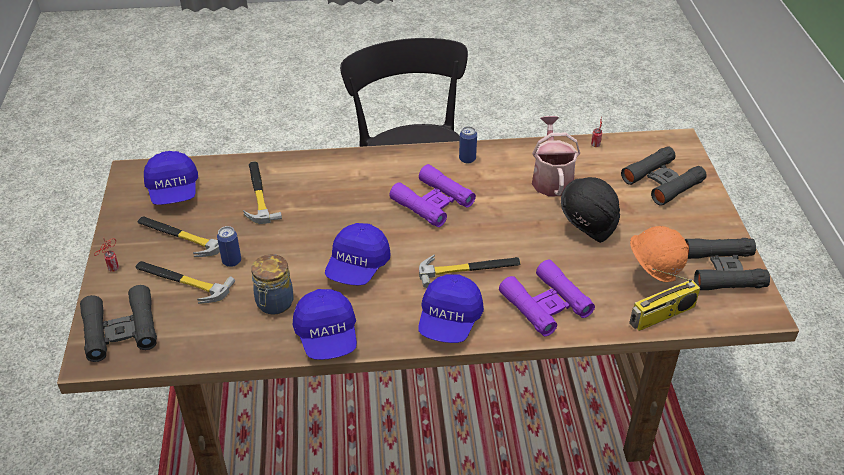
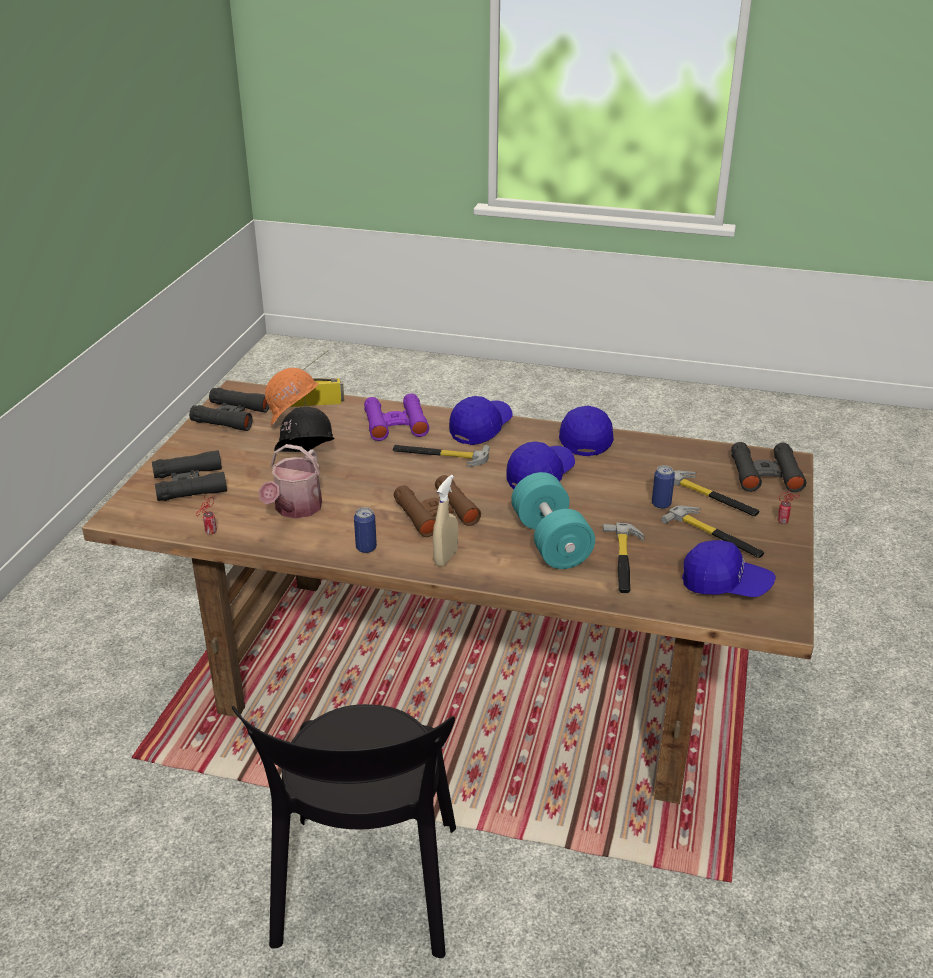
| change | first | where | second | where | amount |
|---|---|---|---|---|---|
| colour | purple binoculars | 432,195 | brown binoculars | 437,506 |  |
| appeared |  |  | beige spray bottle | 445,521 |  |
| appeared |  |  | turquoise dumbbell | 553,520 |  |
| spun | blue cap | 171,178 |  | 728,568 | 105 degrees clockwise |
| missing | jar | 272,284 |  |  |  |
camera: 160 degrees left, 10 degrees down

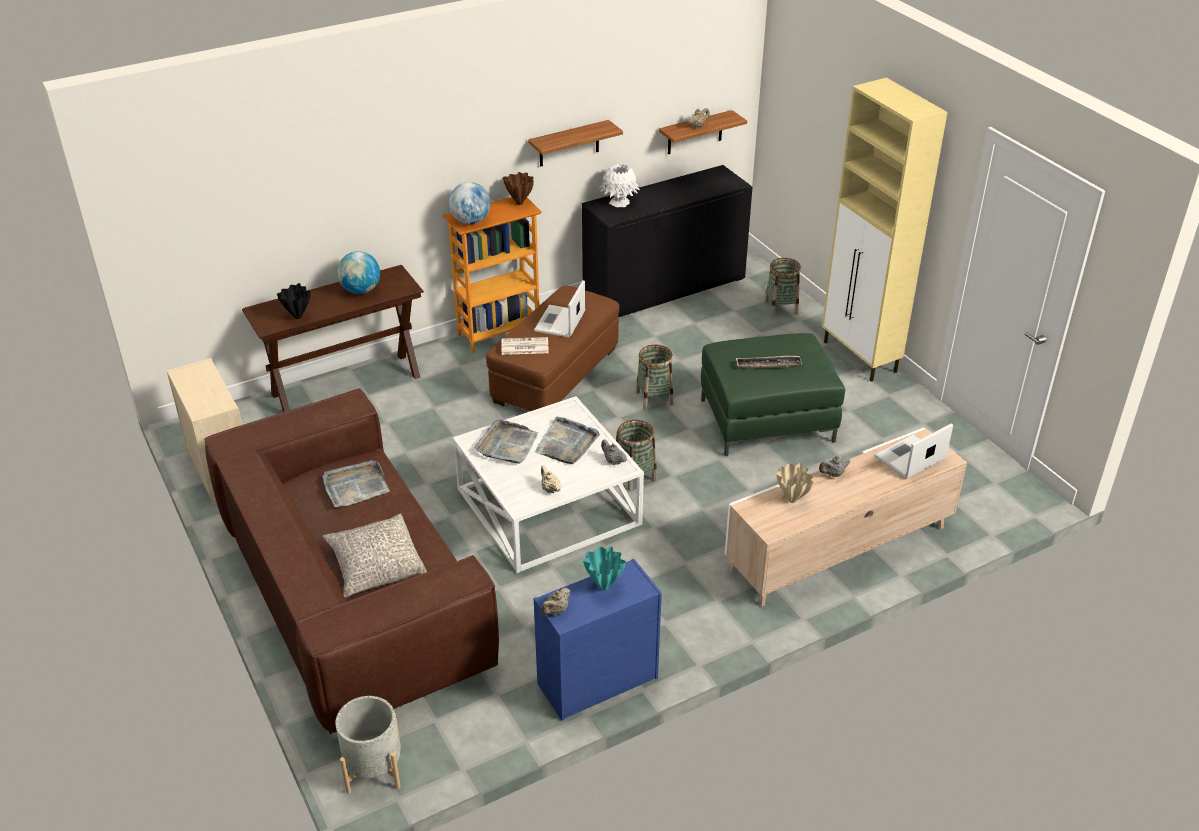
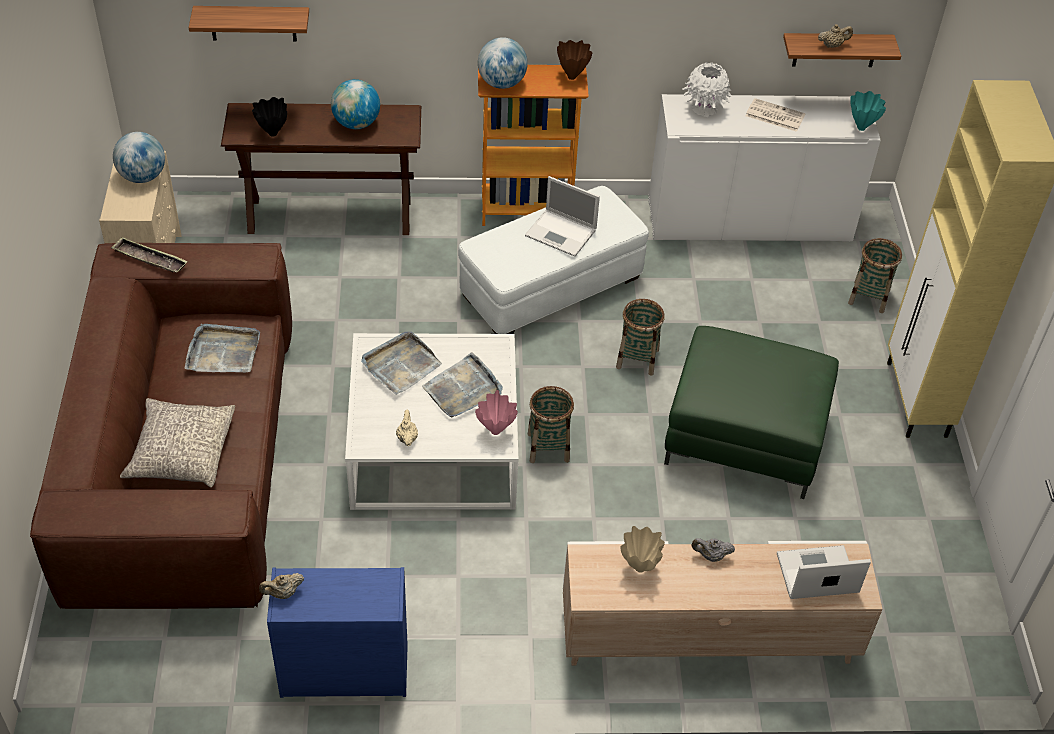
| change | first | where | second | where | amount |
|---|---|---|---|---|---|
| relocated | tray | 769,362 |  | 149,255 |  |
| appeared |  |  | globe | 139,157 |  |
| relocated | shelf | 575,143 |  | 249,24 |  |
| colour | brown ottoman | 552,348 | white ottoman | 553,260 |  |
| exchanged | grey teapot | 614,452 | pink vase | 496,412 |  |
| spun | laptop | 559,309 |  | 562,216 | 105 degrees counterclockwise |
| colour | black cabinet | 667,241 | white cabinet | 764,167 |  |
| relocated | newspaper | 525,346 |  | 776,115 |  |
| relocated | turquoise vase | 604,568 |  | 868,111 |  |
| missing | grey planter | 368,745 |  |  |  |
camera: 25 degrees right, 10 degrees up

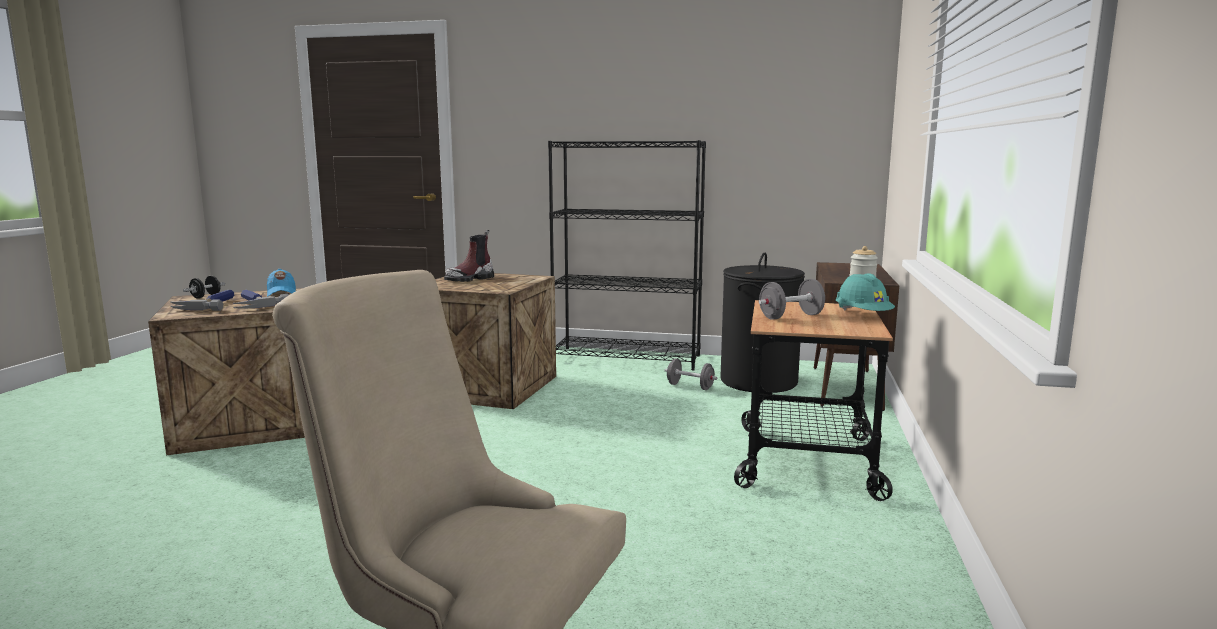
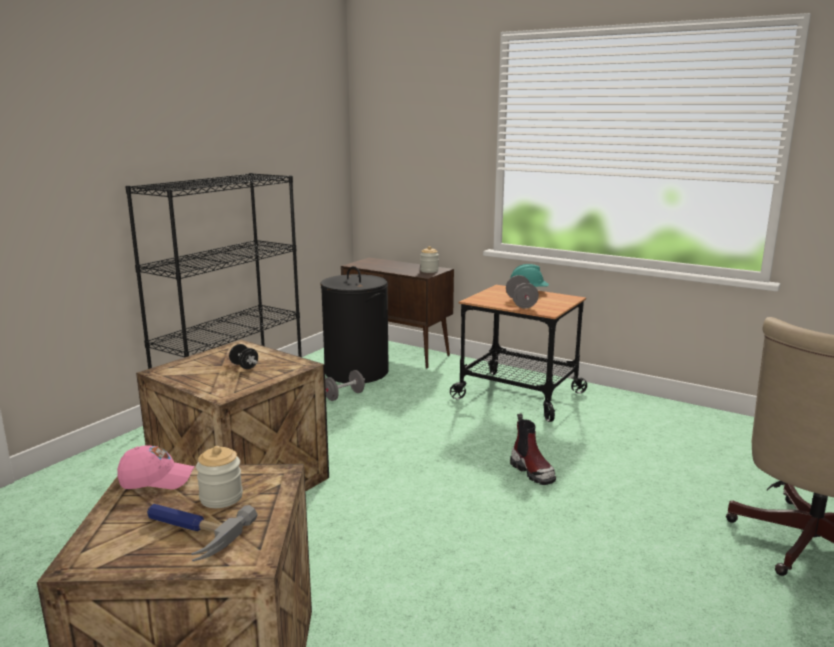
| change | first | where | second | where | amount |
|---|---|---|---|---|---|
| colour | blue cap | 281,283 | pink cap | 156,467 |  |
| exchanged | hammer | 261,298 | jar | 219,477 |  |
| relocated | black dumbbell | 204,287 |  | 243,356 |  |
| relocated | boot | 469,256 |  | 533,449 |  |
camera: 70 degrees left, 5 degrees up

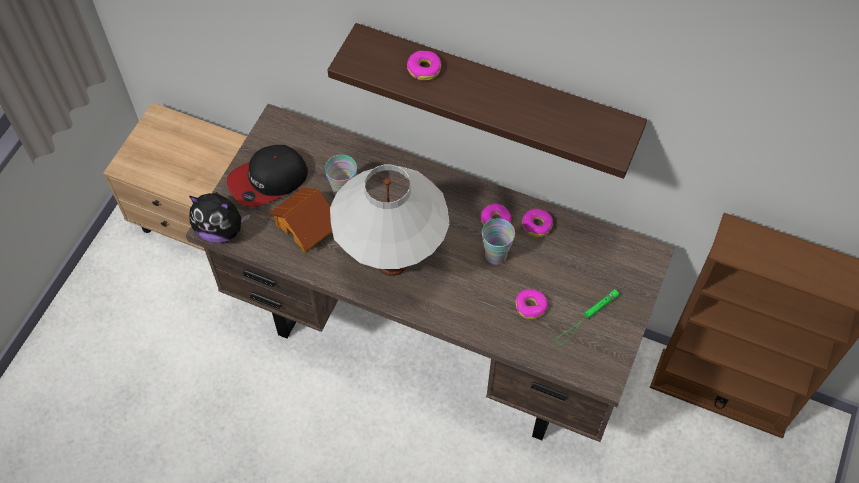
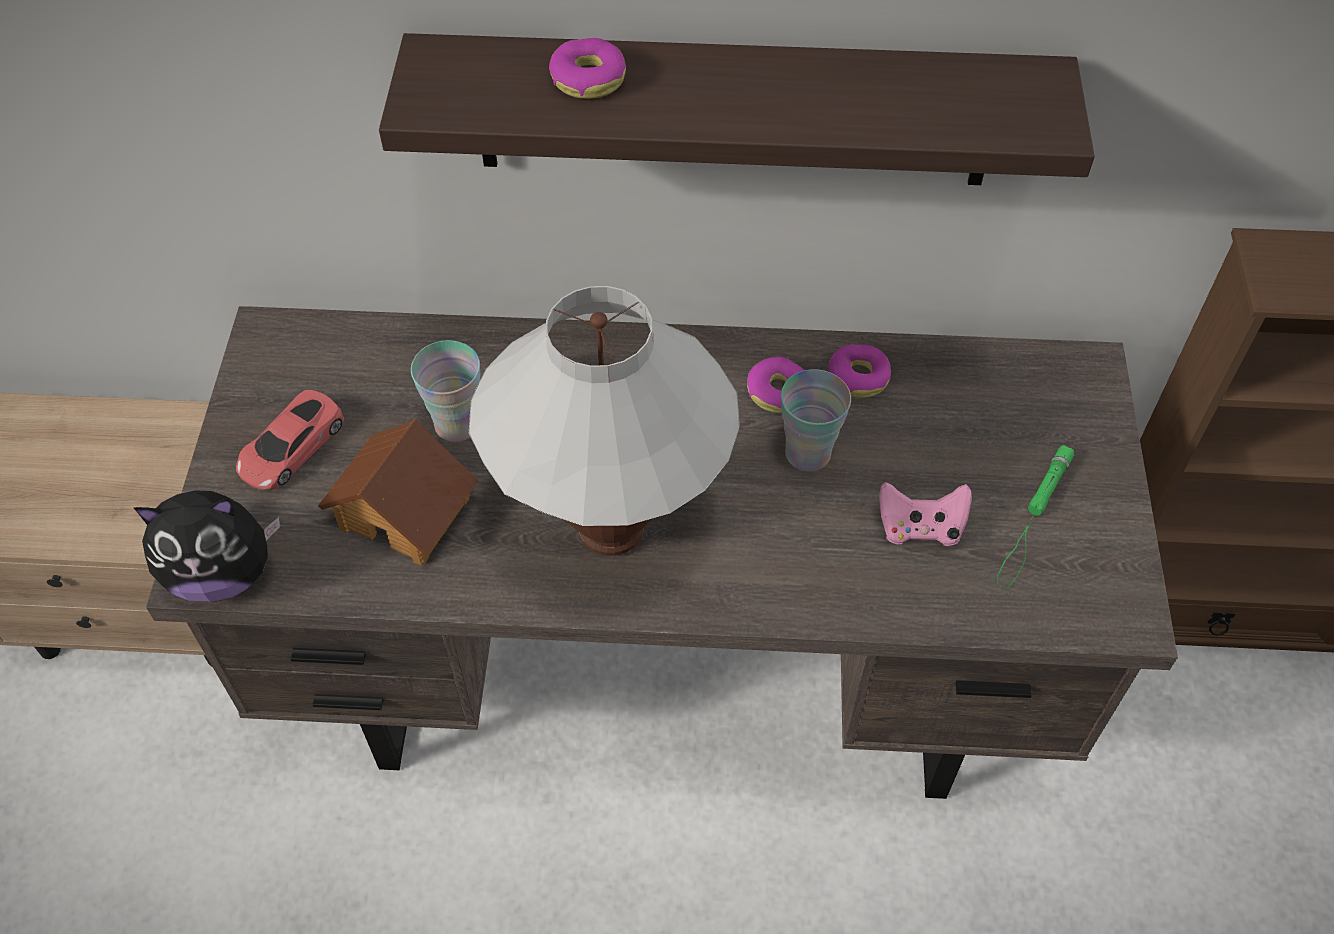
| change | first | where | second | where | amount |
|---|---|---|---|---|---|
| exchanged | cap | 267,176 | red toy car | 290,440 |  |
| exchanged | donut | 531,304 | pink game controller | 925,514 |  |
camera: 20 degrees left, 5 degrees down

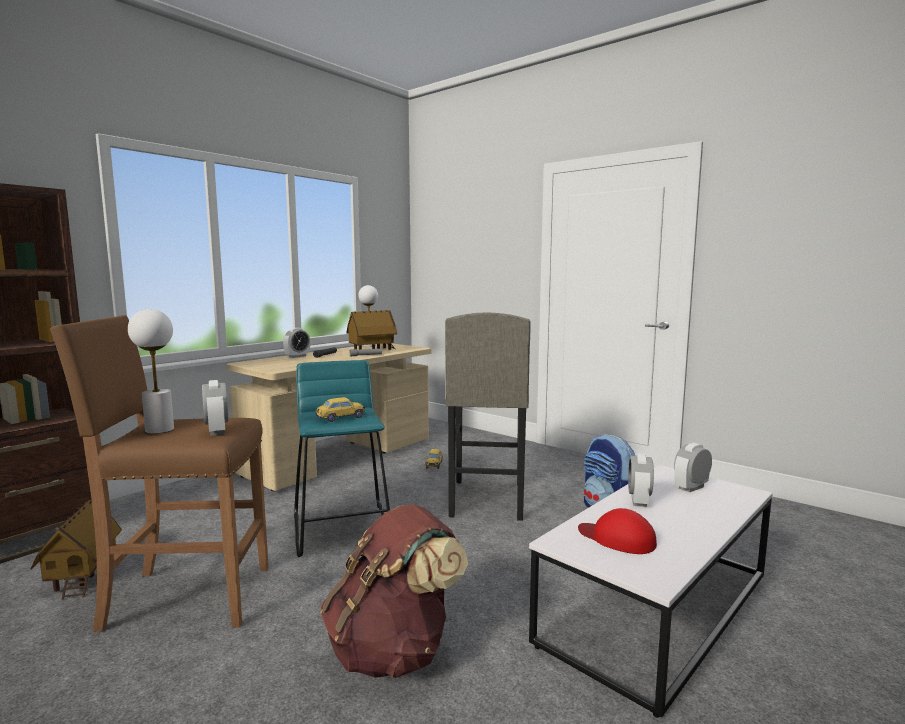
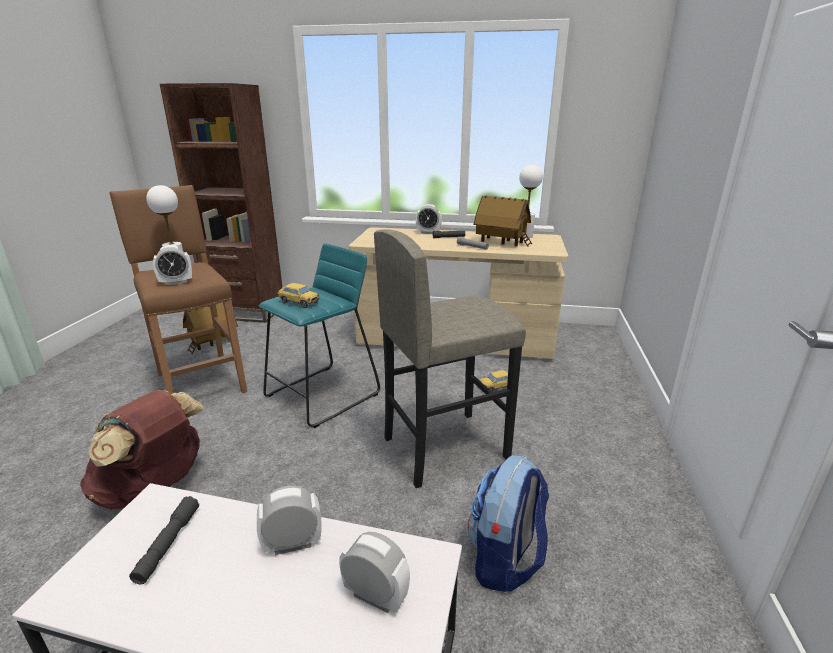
| change | first | where | second | where | amount |
|---|---|---|---|---|---|
| exchanged | red cap | 617,531 | grey flashlight | 164,540 |  |
| spun | alarm clock | 215,408 |  | 172,265 | 150 degrees counterclockwise |
camera: 60 degrees right, 15 degrees up

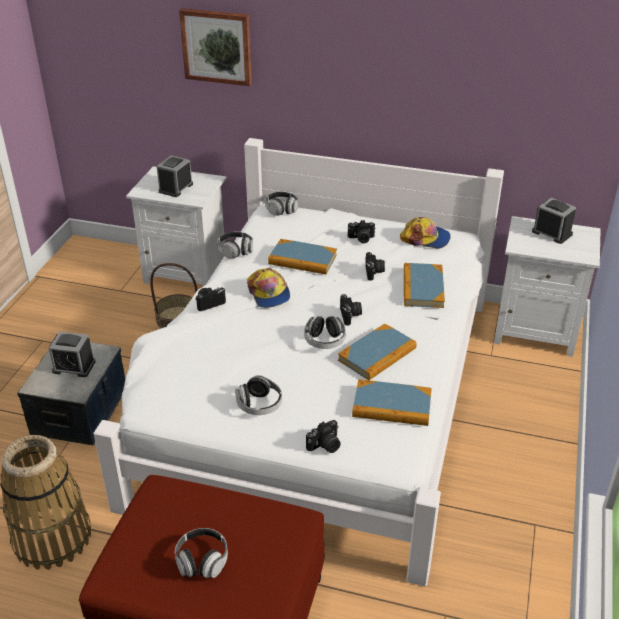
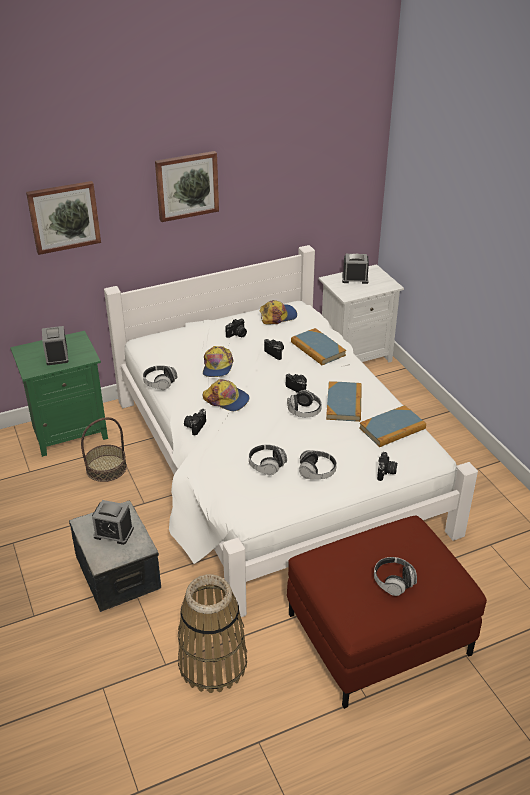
| change | first | where | second | where | amount |
|---|---|---|---|---|---|
| colour | white nightstand | 176,226 | green nightstand | 59,394 |  |
| spun | alarm clock | 72,354 |  | 113,522 | 45 degrees clockwise |
| appeared |  |  | picture | 187,186 |  |
| exchanged | book | 302,256 | cap | 218,361 |  |
| relocated | headphones | 281,204 |  | 268,459 |  |
camera: 40 degrees left, 0 degrees up

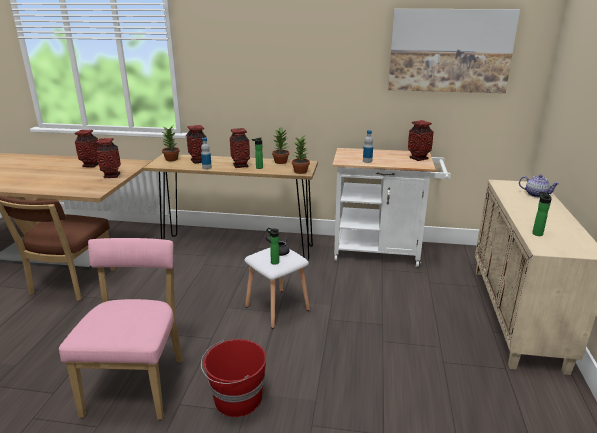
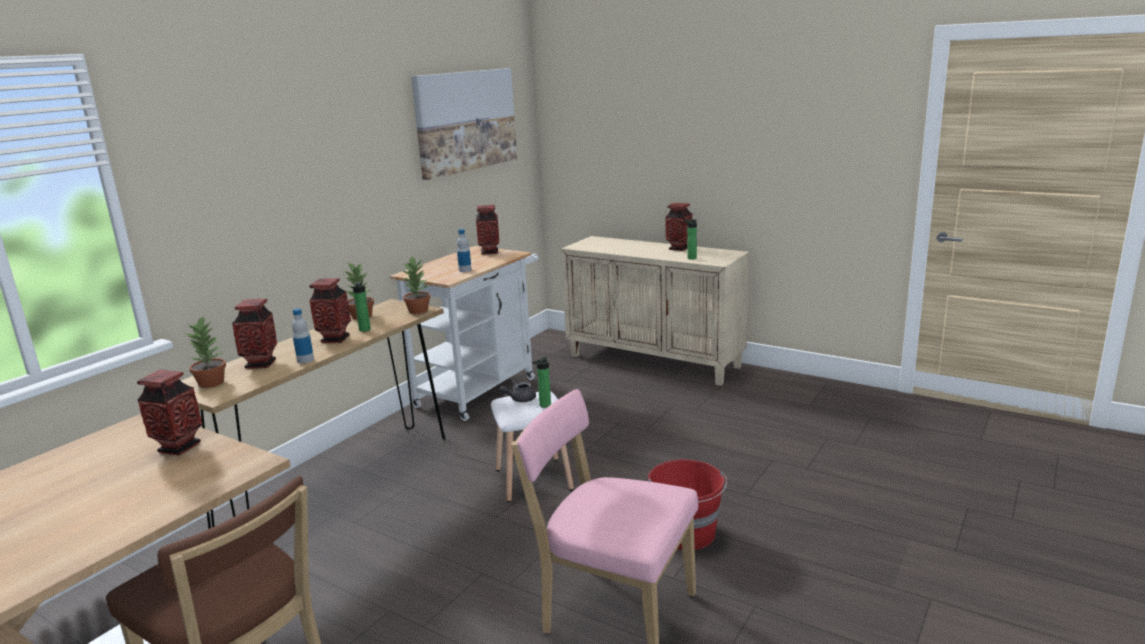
| change | first | where | second | where | amount |
|---|---|---|---|---|---|
| relocated | vase | 87,148 |  | 678,227 |  |
| missing | teapot | 539,186 |  |  |  |
camera: 65 degrees left, 5 degrees down

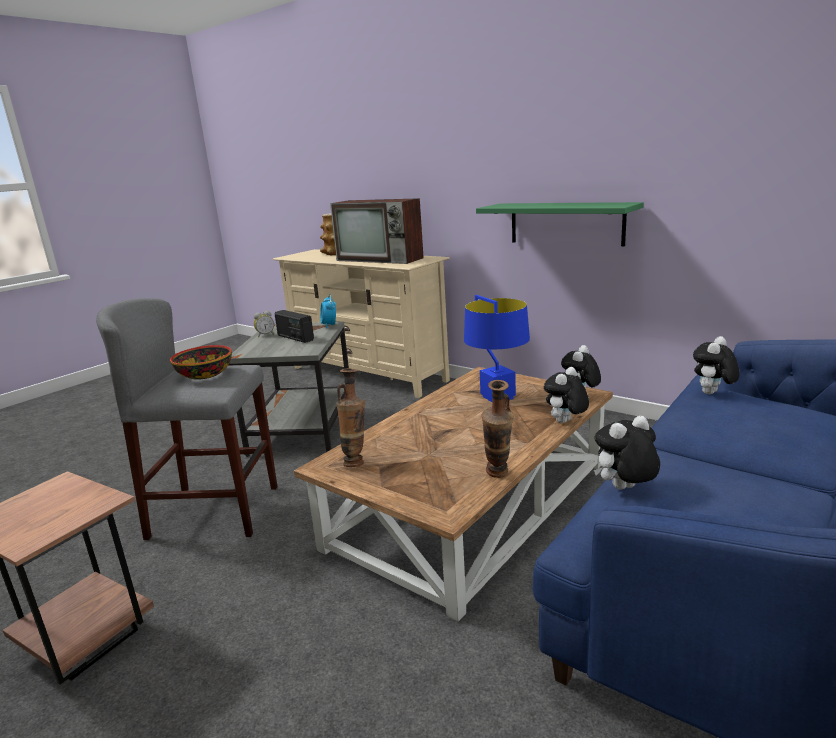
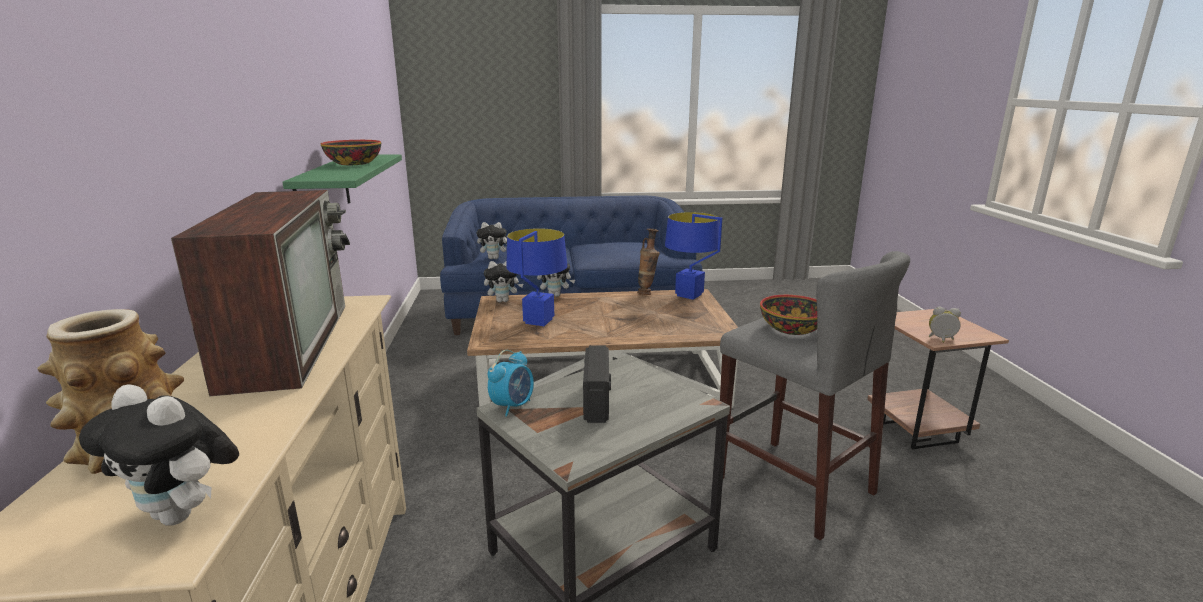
| change | first | where | second | where | amount |
|---|---|---|---|---|---|
| relocated | plush toy | 627,452 |  | 159,455 |  |
| appeared |  |  | bowl | 351,152 |  |
| appeared |  |  | blue table lamp | 693,256 |  |
| relocated | alarm clock | 264,324 |  | 944,325 |  |
| missing | vase | 350,417 |  |  |  |
camera: 135 degrees left, 0 degrees up

